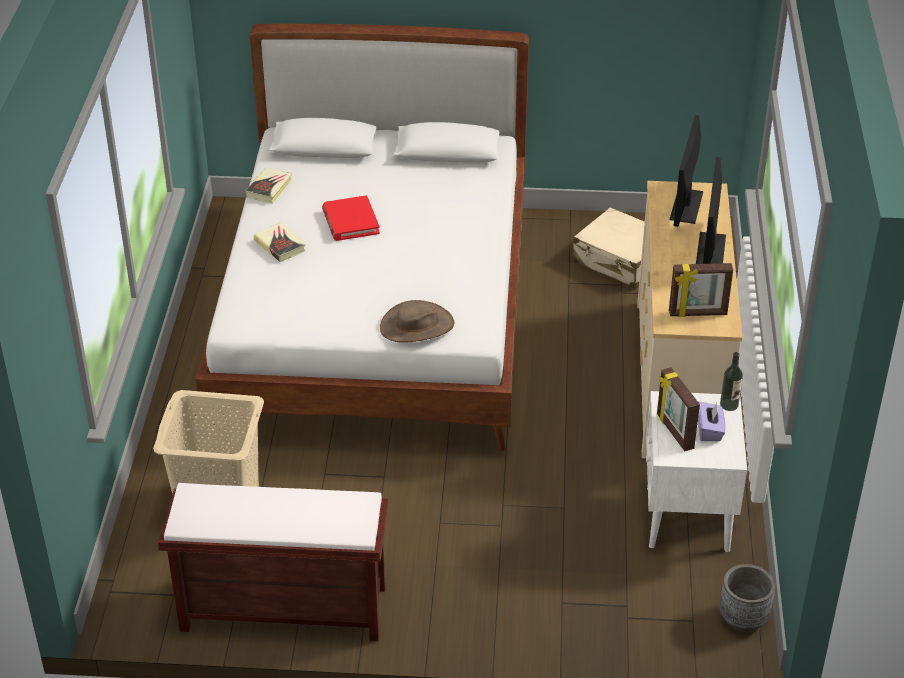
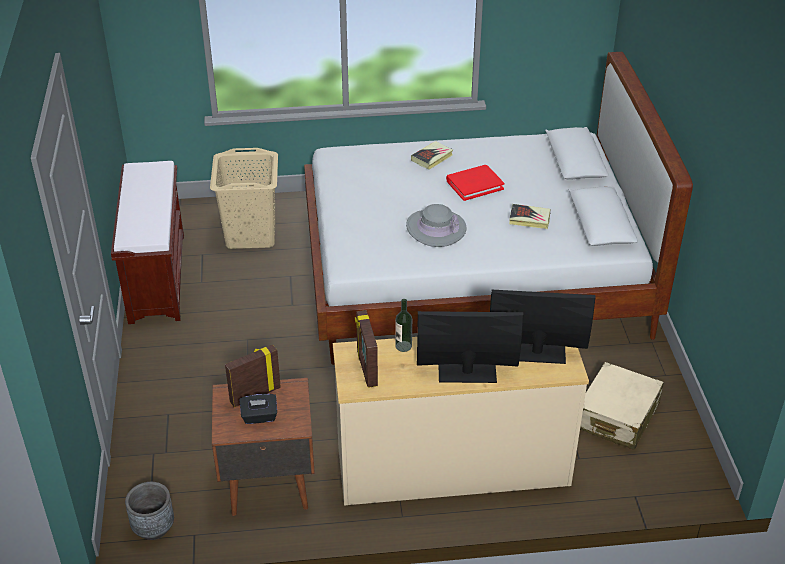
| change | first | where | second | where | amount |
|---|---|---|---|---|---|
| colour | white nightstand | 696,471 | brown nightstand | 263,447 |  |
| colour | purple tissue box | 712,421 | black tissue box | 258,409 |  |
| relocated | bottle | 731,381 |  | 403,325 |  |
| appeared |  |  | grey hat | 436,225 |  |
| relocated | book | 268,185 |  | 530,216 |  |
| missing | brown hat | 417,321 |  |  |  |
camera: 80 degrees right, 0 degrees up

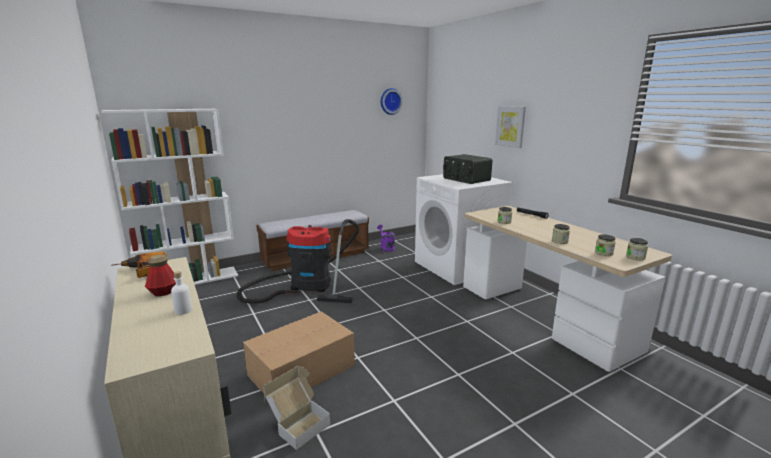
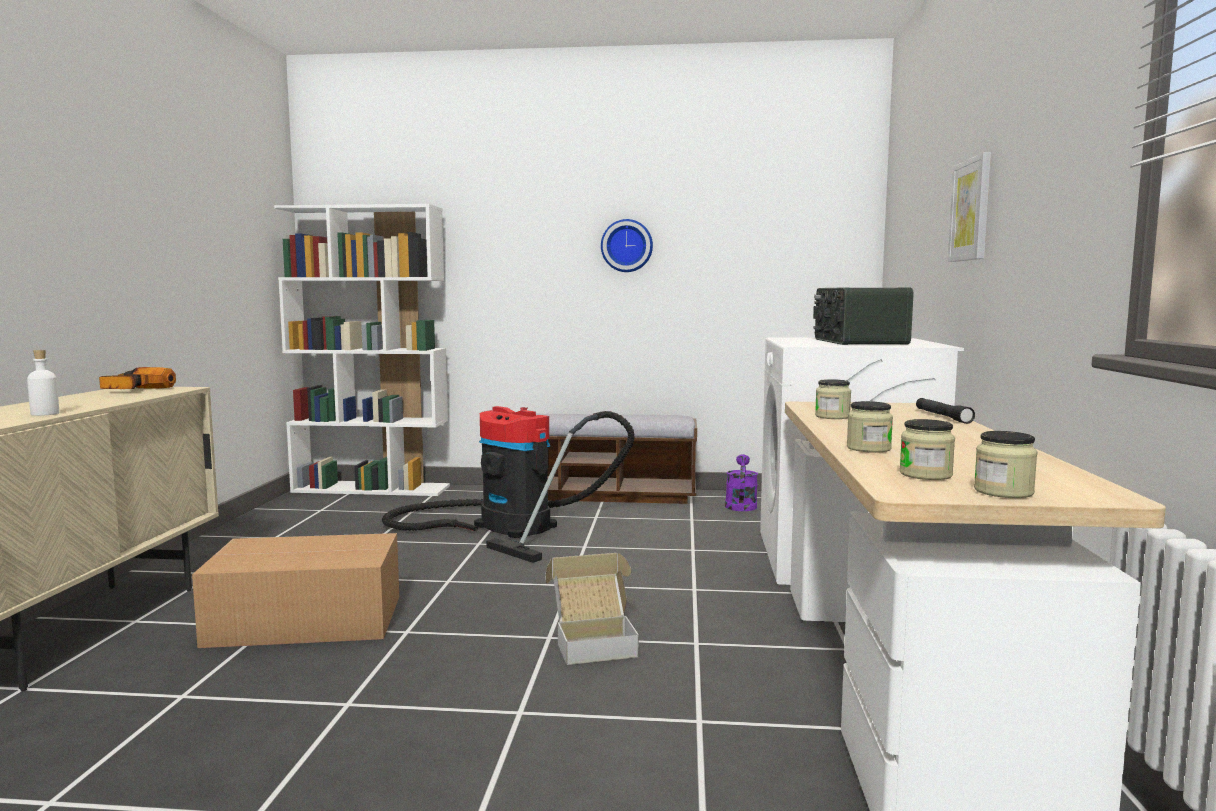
| change | first | where | second | where | amount |
|---|---|---|---|---|---|
| relocated | cardboard box | 296,408 |  | 592,609 |  |
| relocated | wall clock | 392,101 |  | 627,245 |  |
| missing | bottle | 160,275 |  |  |  |
camera: 35 degrees right, 10 degrees down

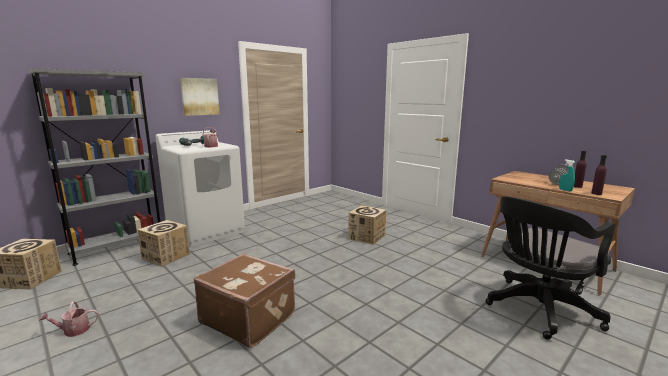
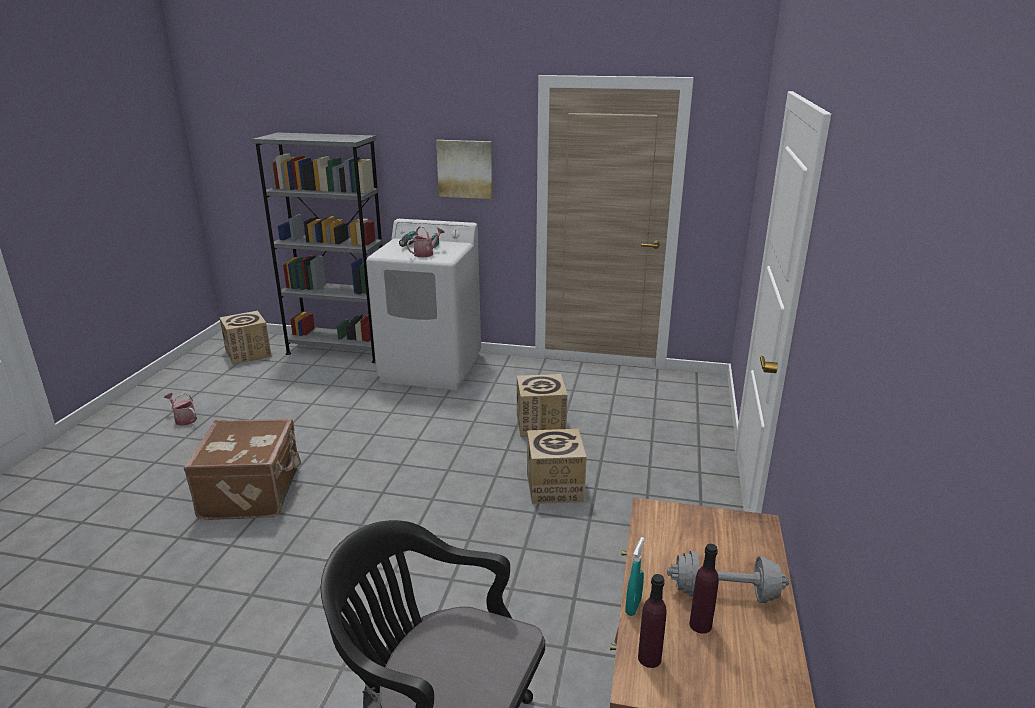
| change | first | where | second | where | amount |
|---|---|---|---|---|---|
| relocated | cardboard box | 163,243 |  | 542,405 |  |
camera: 55 degrees right, 10 degrees up

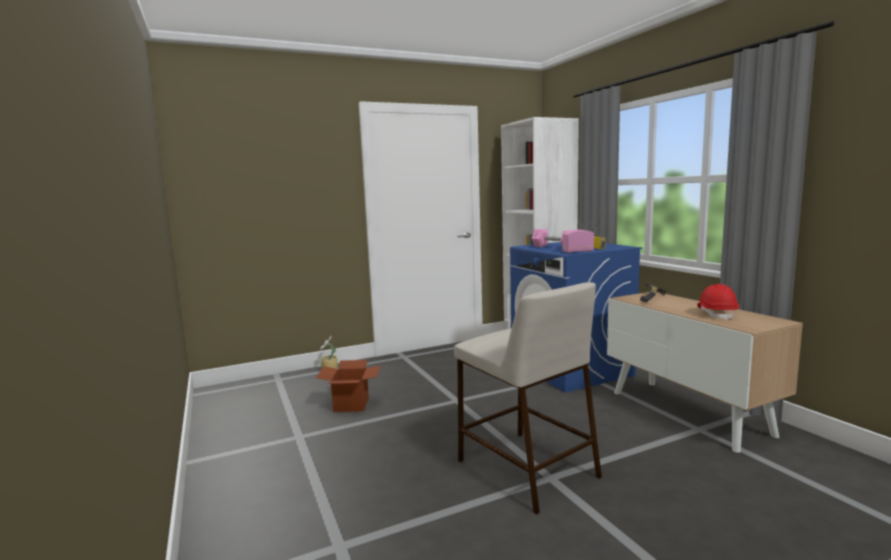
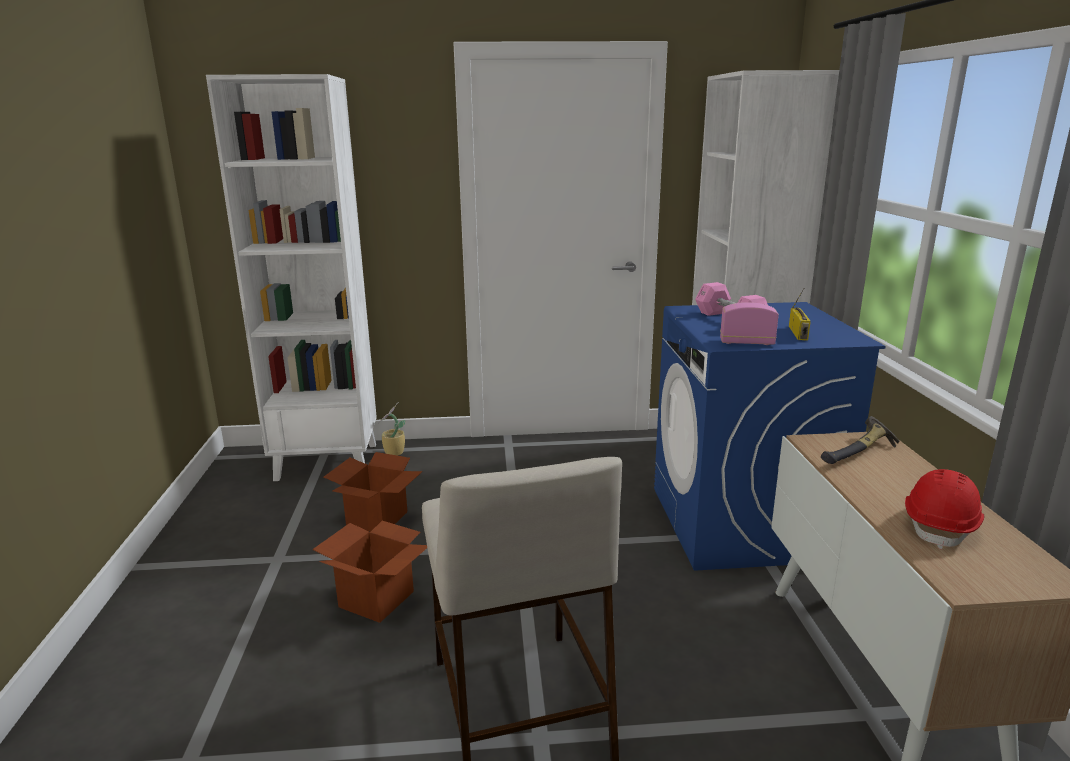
| change | first | where | second | where | amount |
|---|---|---|---|---|---|
| appeared |  |  | white bookcase | 291,277 |  |
| appeared |  |  | cardboard box | 369,572 |  |
camera: 20 degrees right, 10 degrees up

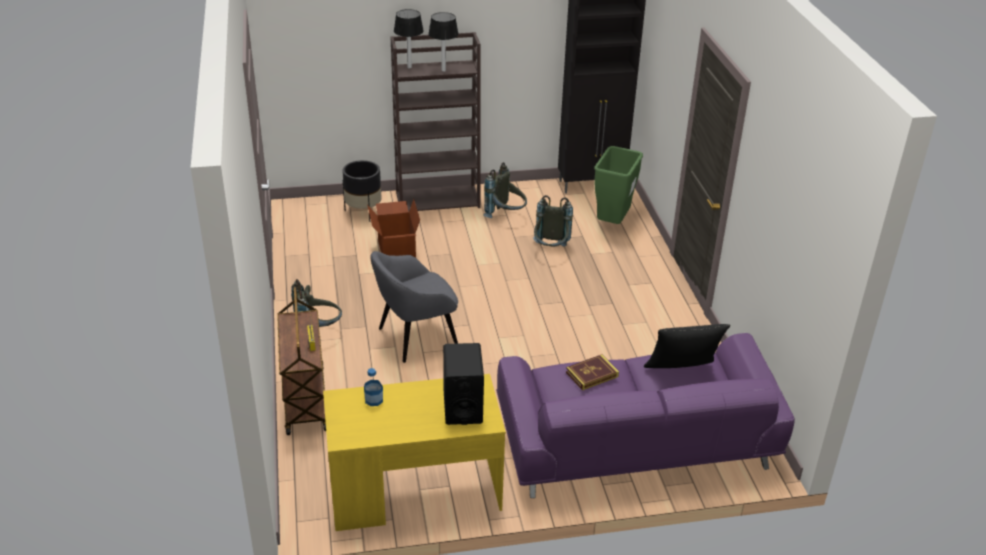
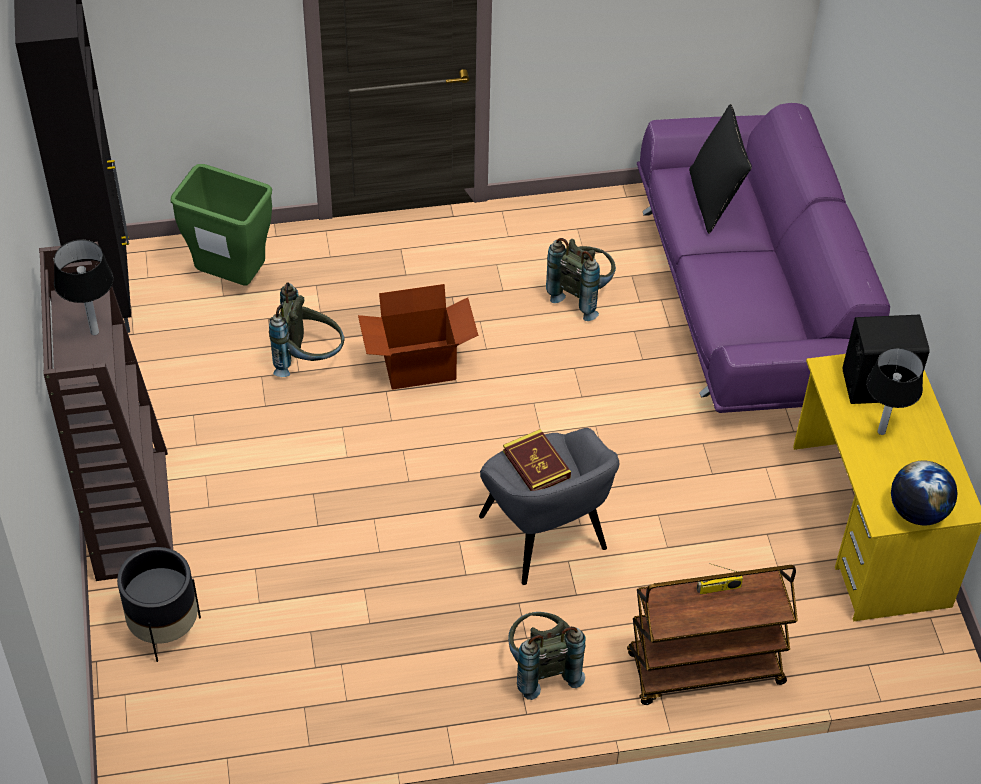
| change | first | where | second | where | amount |
|---|---|---|---|---|---|
| relocated | cardboard box | 393,228 |  | 418,337 |  |
| relocated | book | 592,372 |  | 537,460 |  |
| relocated | grey backpack | 505,190 |  | 581,279 |  |
| relocated | table lamp | 409,38 |  | 894,391 |  |
| appeared |  |  | globe | 924,493 |  |
| missing | bottle | 373,387 |  |  |  |
camera: 90 degrees left, 15 degrees up

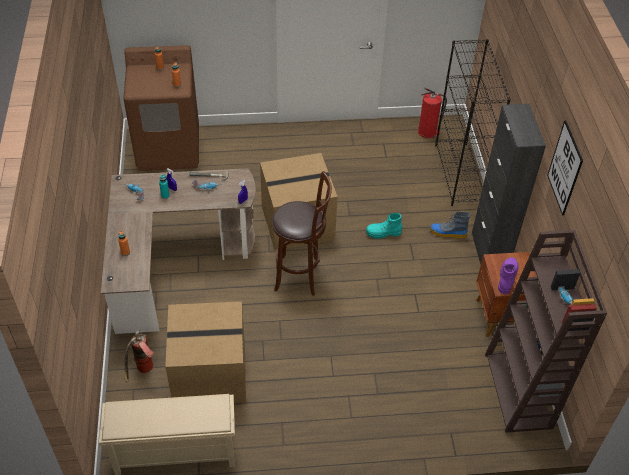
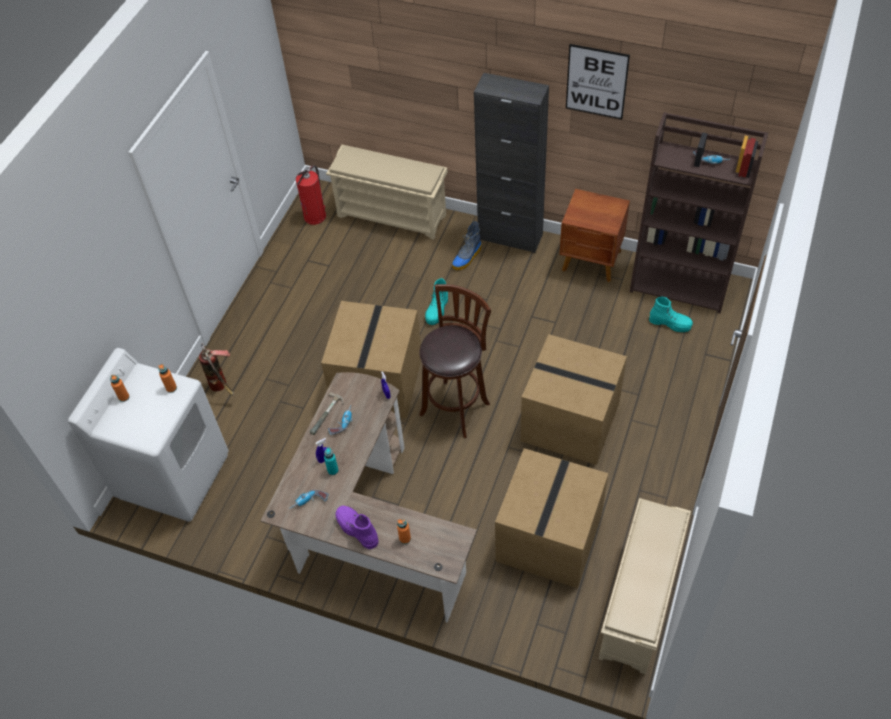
| change | first | where | second | where | amount |
|---|---|---|---|---|---|
| colour | brown washing machine | 161,108 | white washing machine | 148,435 |  |
| relocated | fire extinguisher | 139,356 |  | 216,370 |  |
| exchanged | black bookcase | 473,122 | beige shoe rack | 387,192 |  |
| relocated | purple boot | 508,275 |  | 357,527 |  |
| appeared |  |  | cardboard box | 574,399 |  |
| appeared |  |  | turquoise boot | 671,314 |  |
camera: 60 degrees left, 5 degrees up

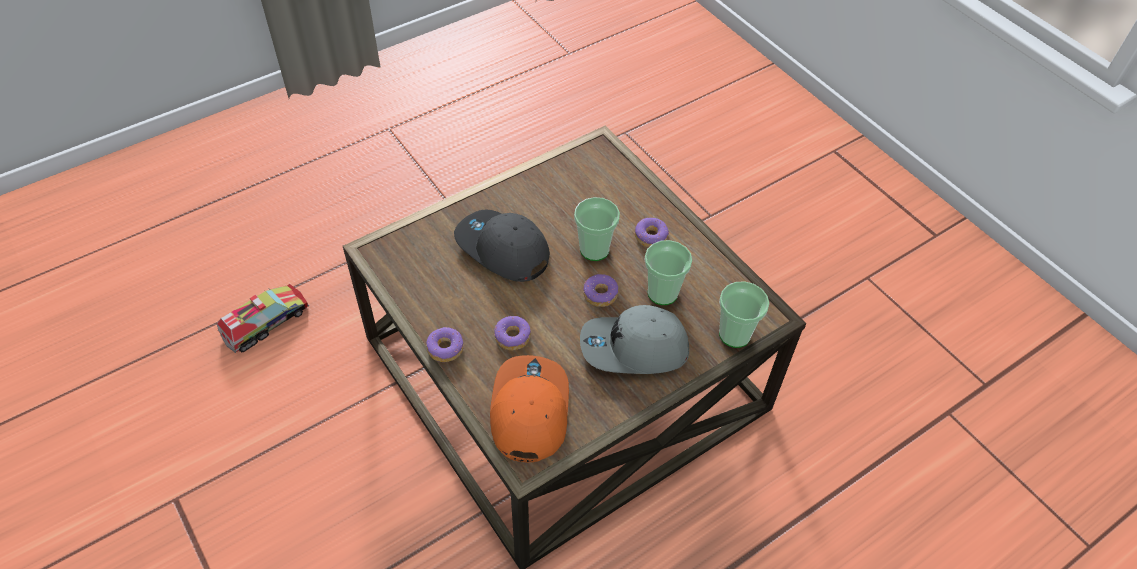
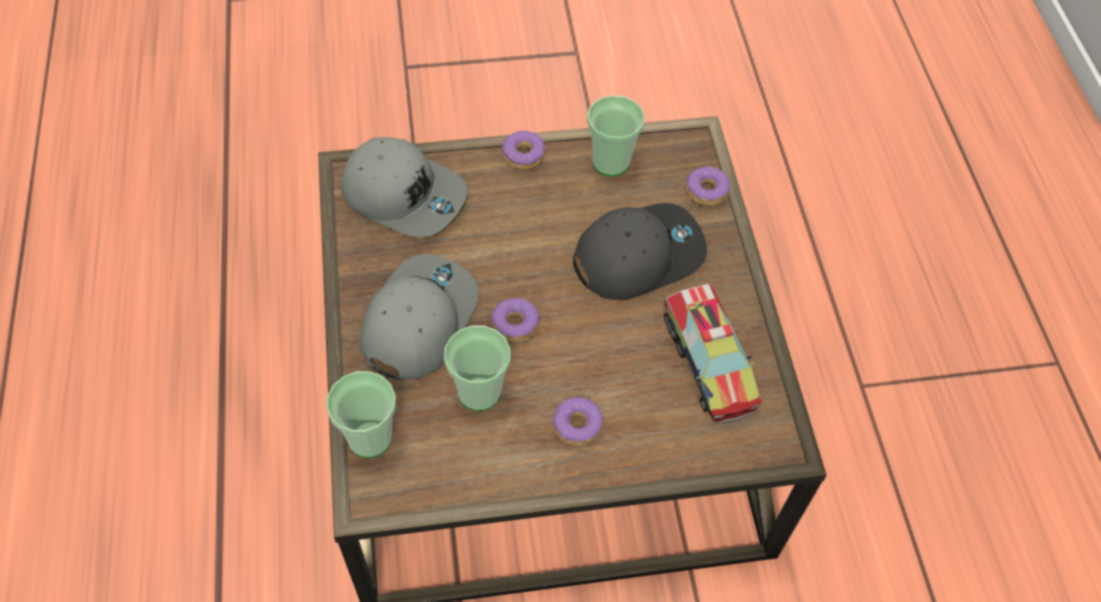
| change | first | where | second | where | amount |
|---|---|---|---|---|---|
| colour | orange cap | 529,409 | grey cap | 404,187 |  |
| relocated | cup | 597,229 |  | 616,135 |  |
| relocated | toy truck | 262,318 |  | 713,353 |  |
| relocated | donut | 512,333 |  | 708,186 |  |
camera: 115 degrees right, 5 degrees up

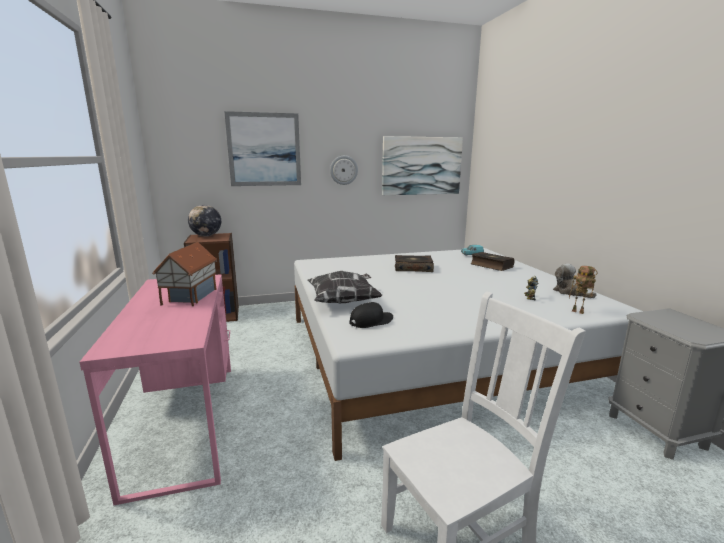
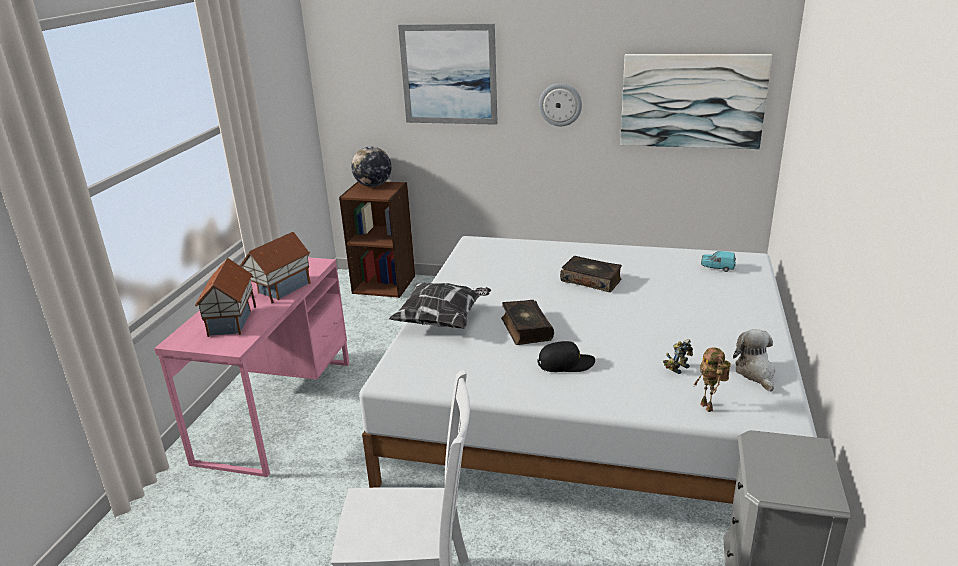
| change | first | where | second | where | amount |
|---|---|---|---|---|---|
| appeared |  |  | toy house | 225,297 |  |
| relocated | book | 492,261 |  | 527,322 |  |
| relocated | black cap | 371,315 |  | 566,356 |  |
camera: 30 degrees right, 10 degrees up

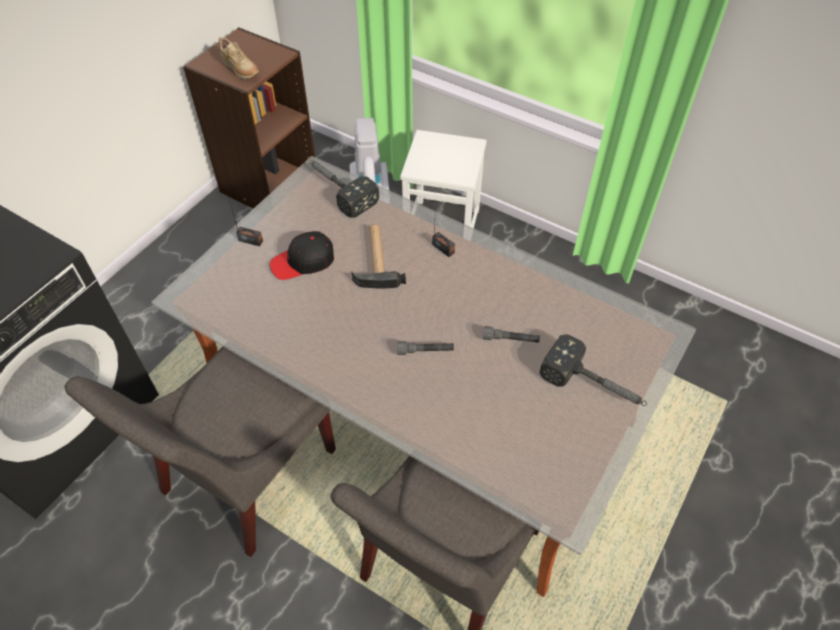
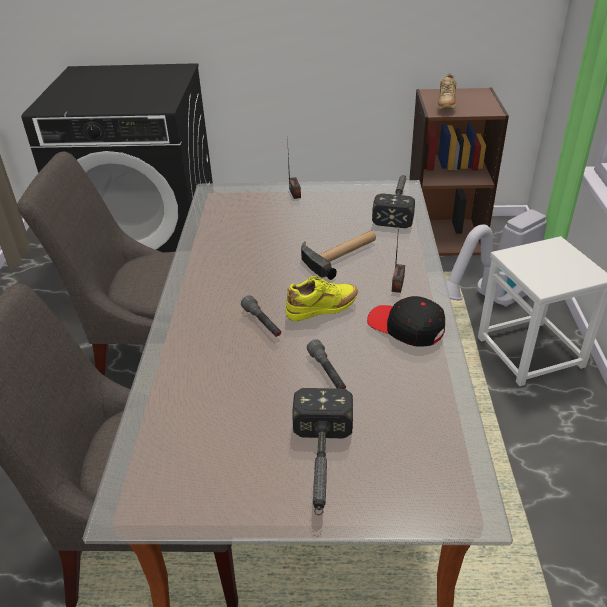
| change | first | where | second | where | amount |
|---|---|---|---|---|---|
| appeared |  |  | yellow shoe | 322,298 |  |
| relocated | black cap | 302,255 |  | 406,321 |  |
camera: 60 degrees right, 15 degrees down

